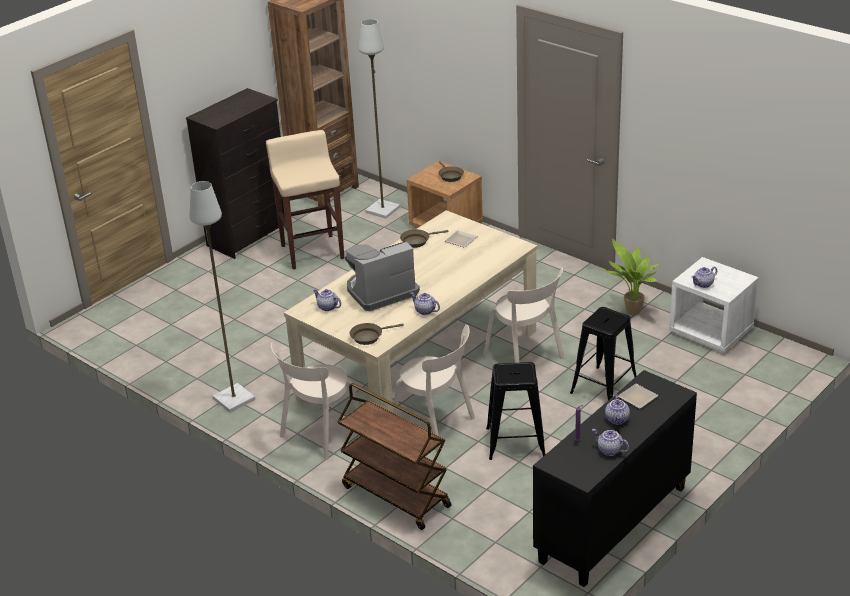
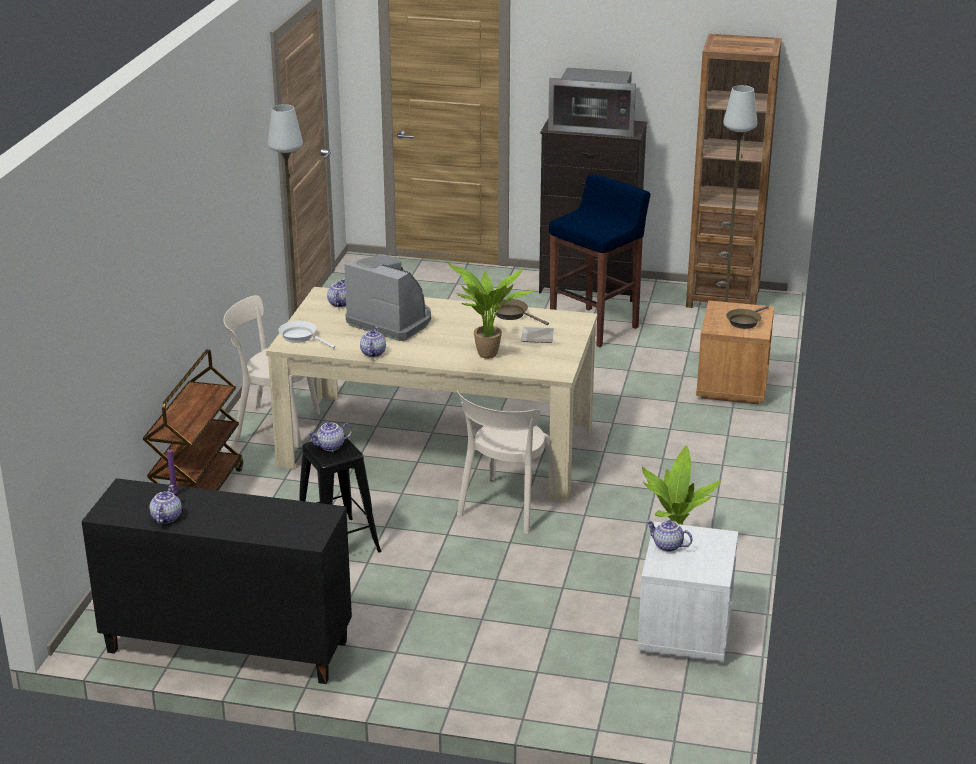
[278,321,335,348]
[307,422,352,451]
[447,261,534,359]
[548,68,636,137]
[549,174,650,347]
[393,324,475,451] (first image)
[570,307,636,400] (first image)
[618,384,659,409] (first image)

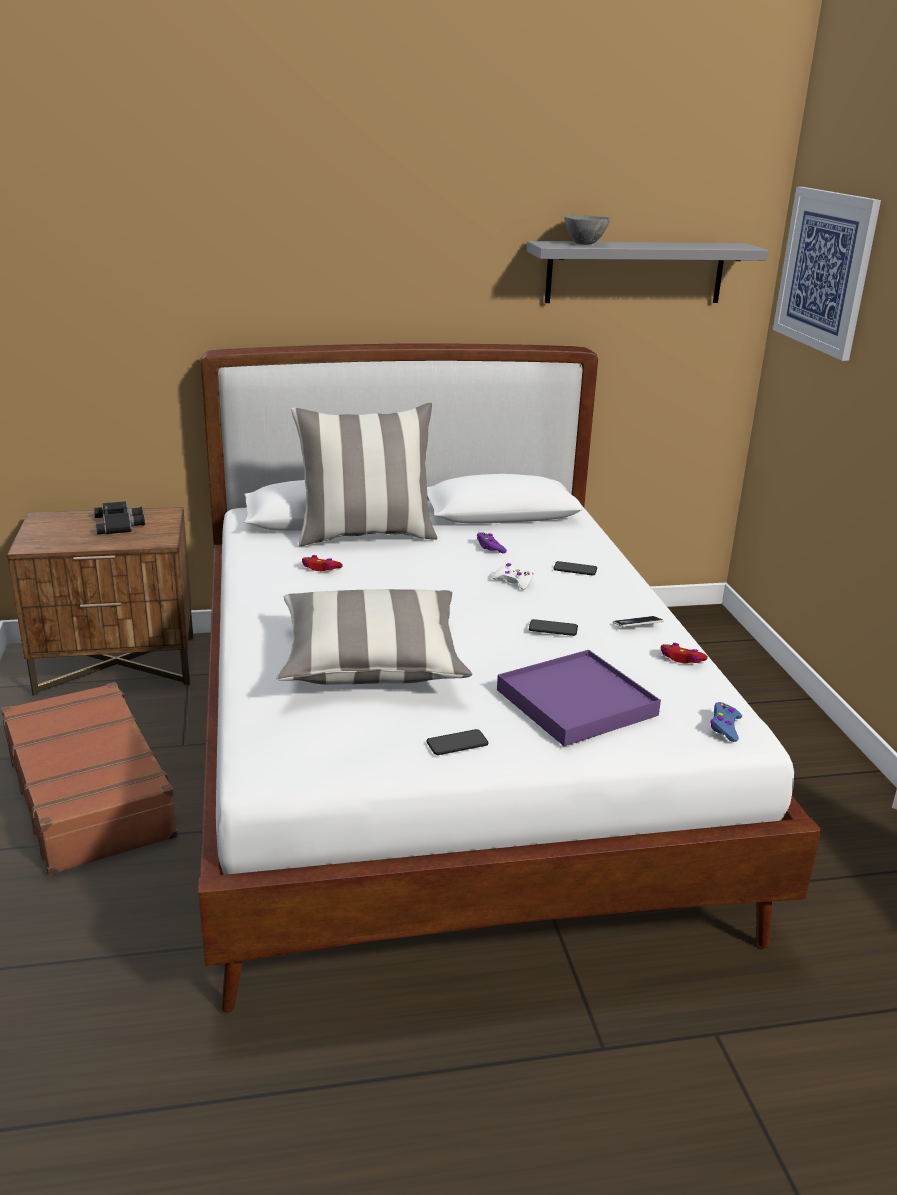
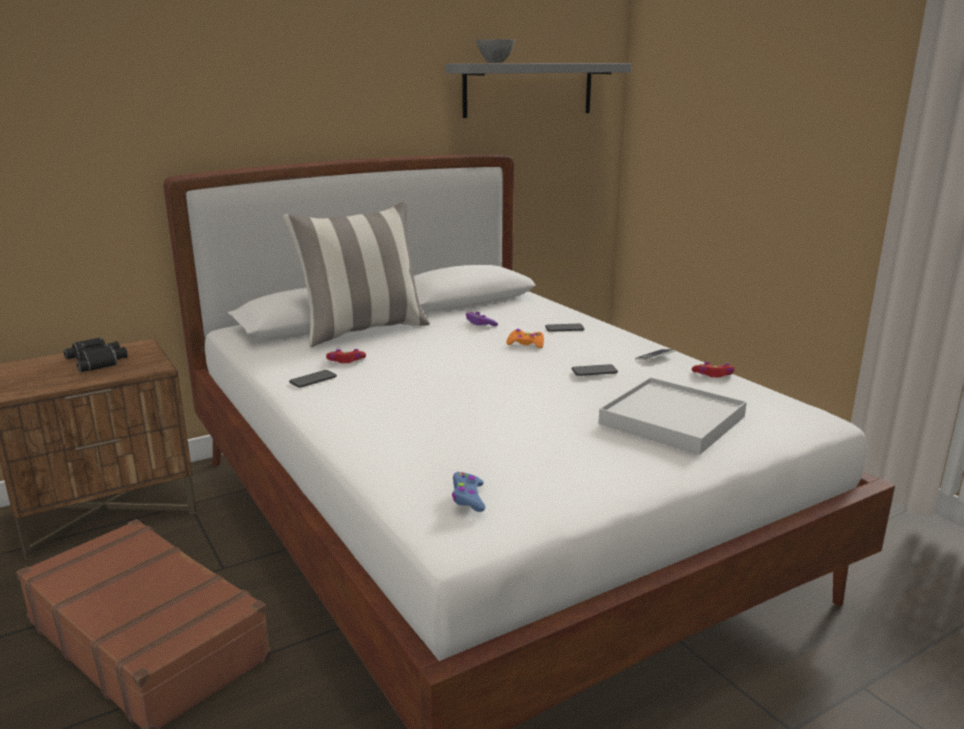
[289,370,337,388]
[452,472,485,512]
[506,329,544,348]
[598,377,747,455]
[277,589,472,685] (first image)
[773,187,881,361] (first image)

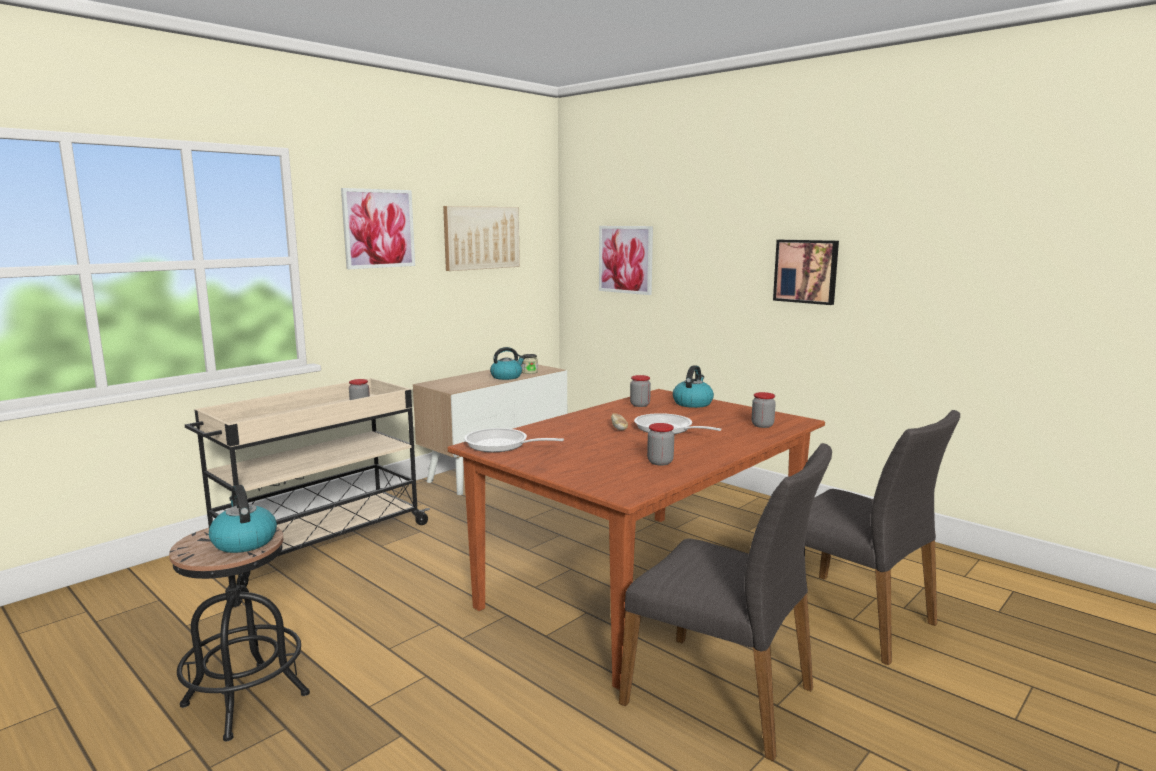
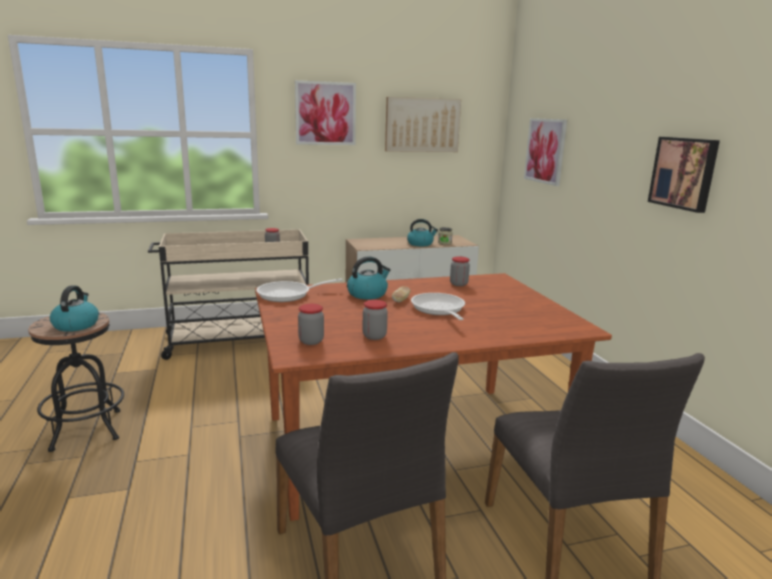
[256,278,343,302]
[298,304,324,345]
[347,256,391,299]

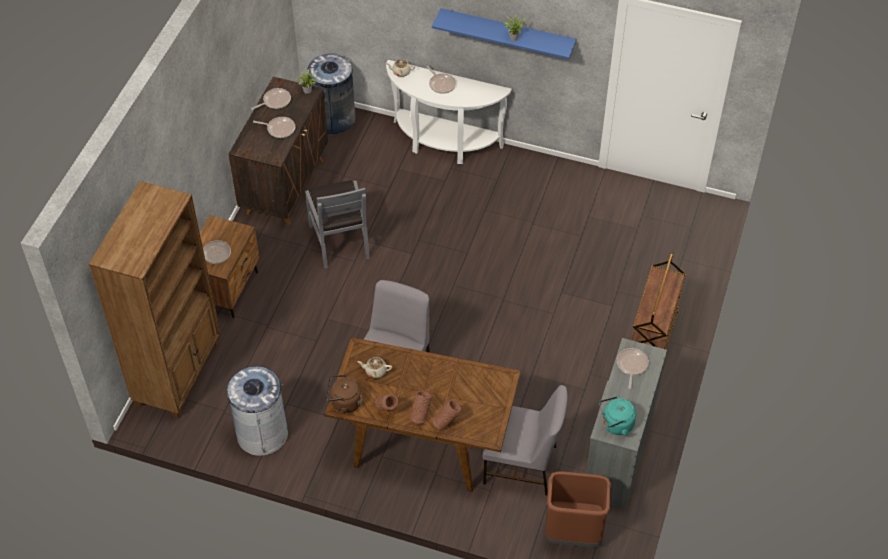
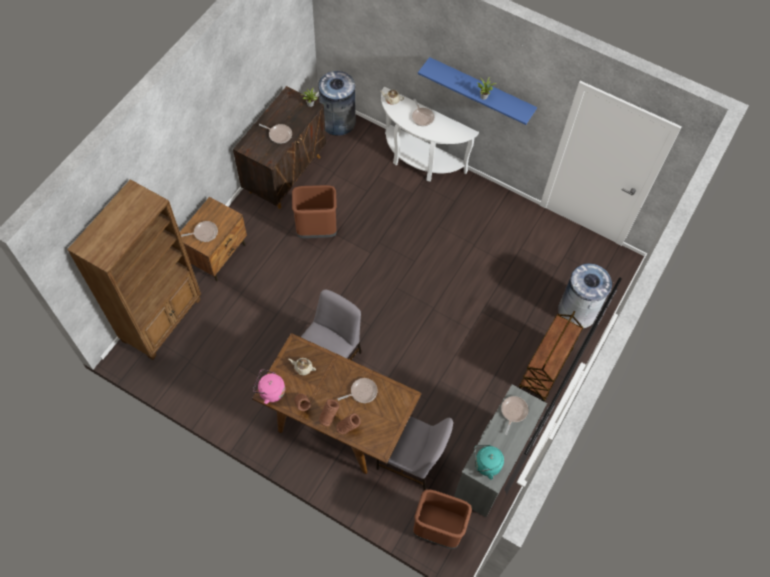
[253,369,285,404]
[292,185,337,238]
[338,378,378,403]
[558,263,614,328]

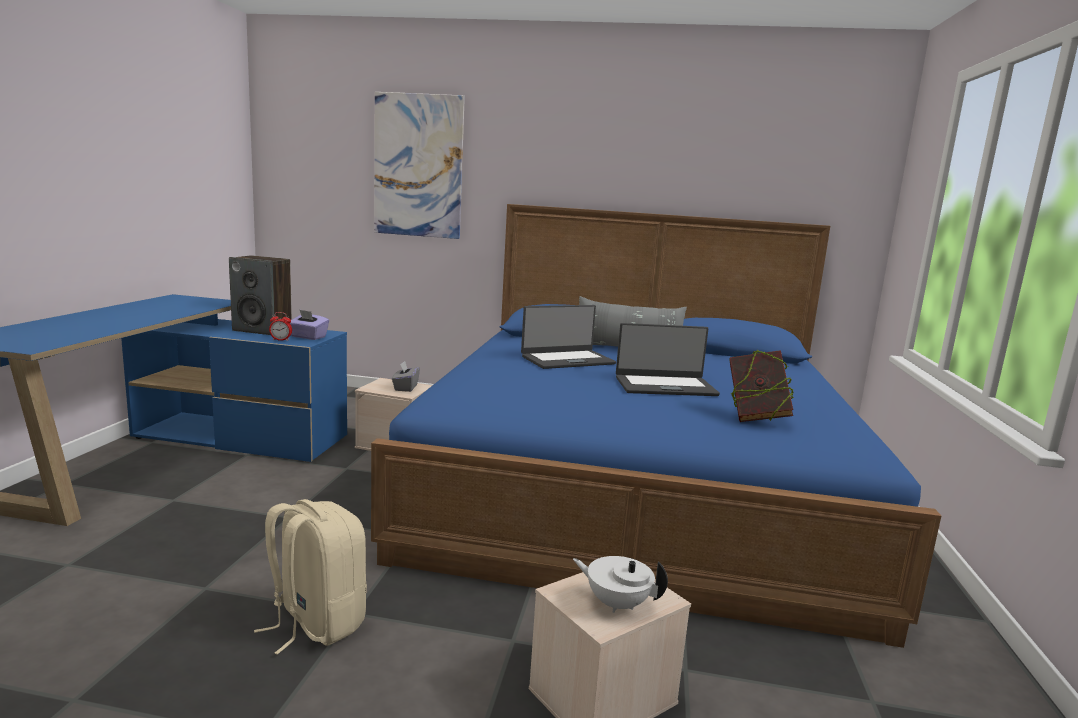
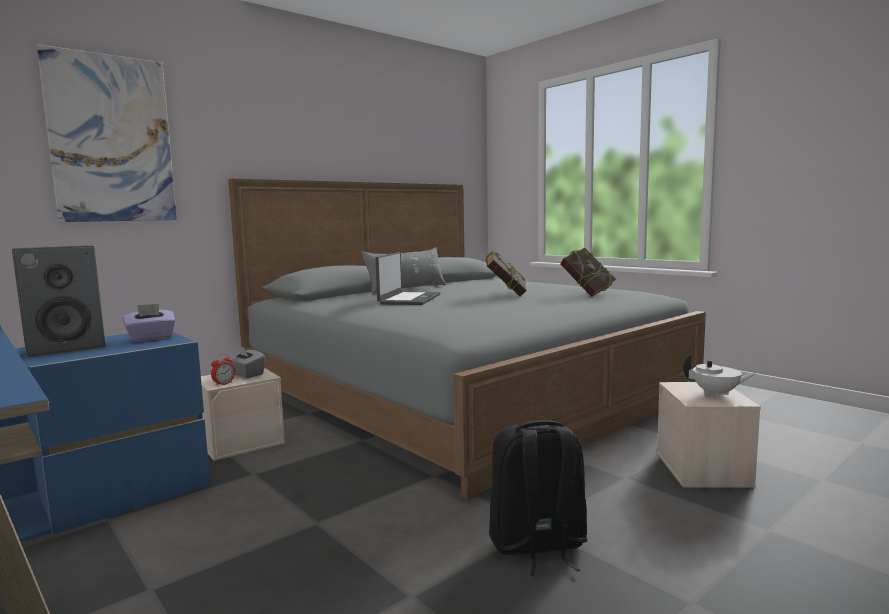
[211,353,235,386]
[228,178,706,500]
[485,249,527,296]
[489,420,588,576]
[683,354,756,397]

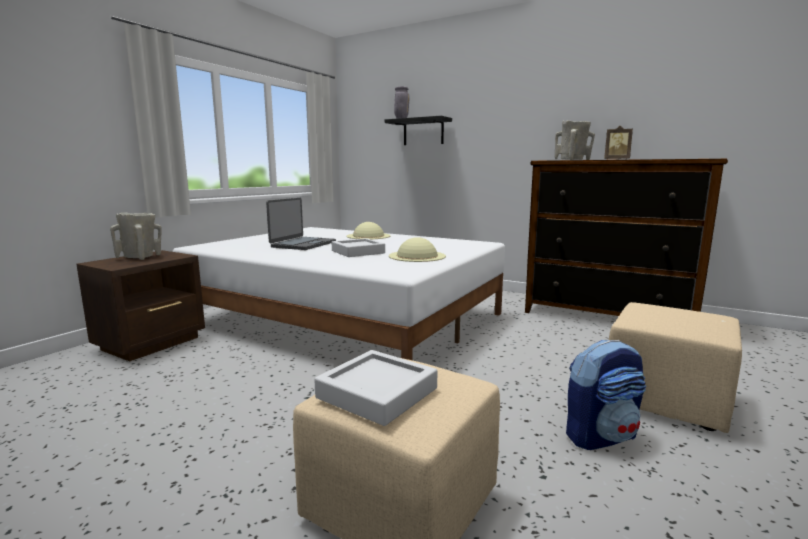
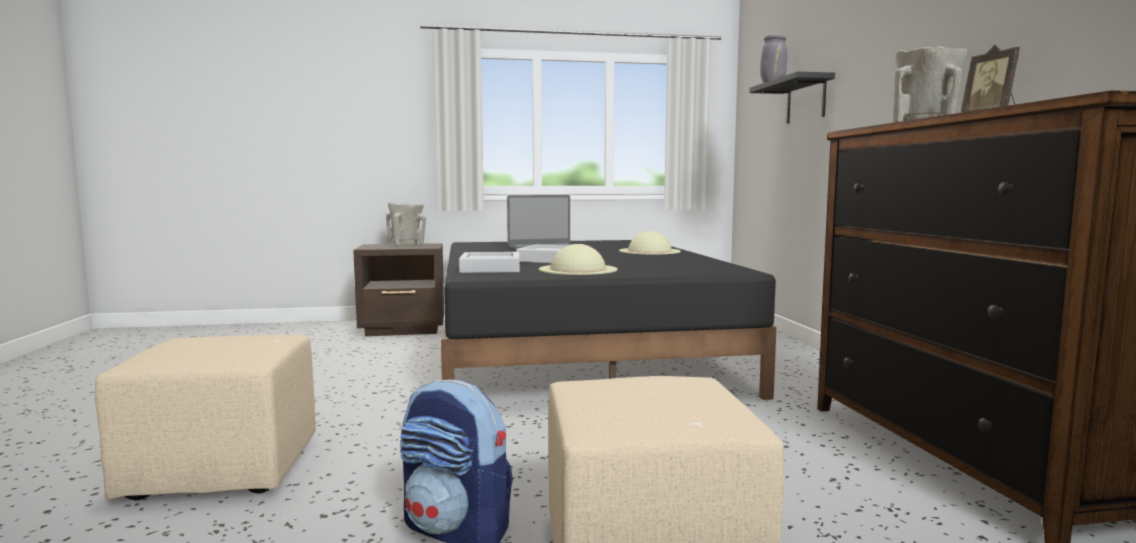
[441,240,777,400]
[459,252,520,273]

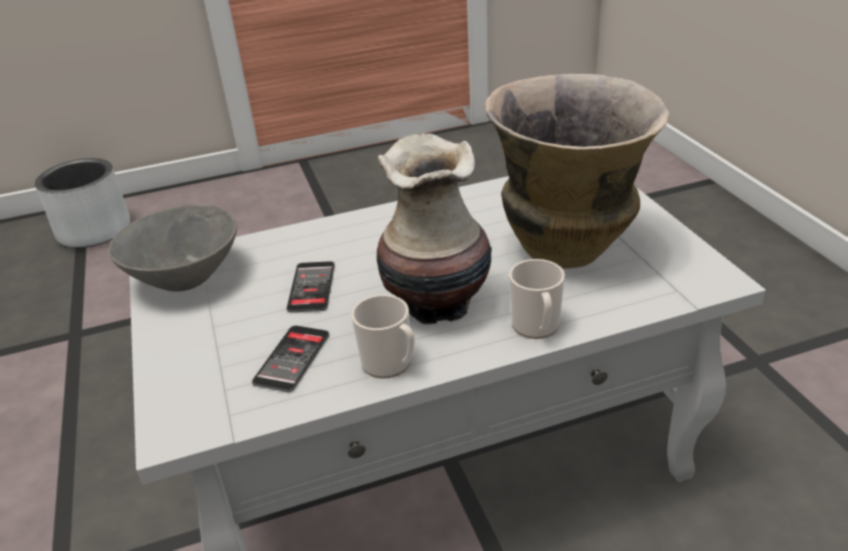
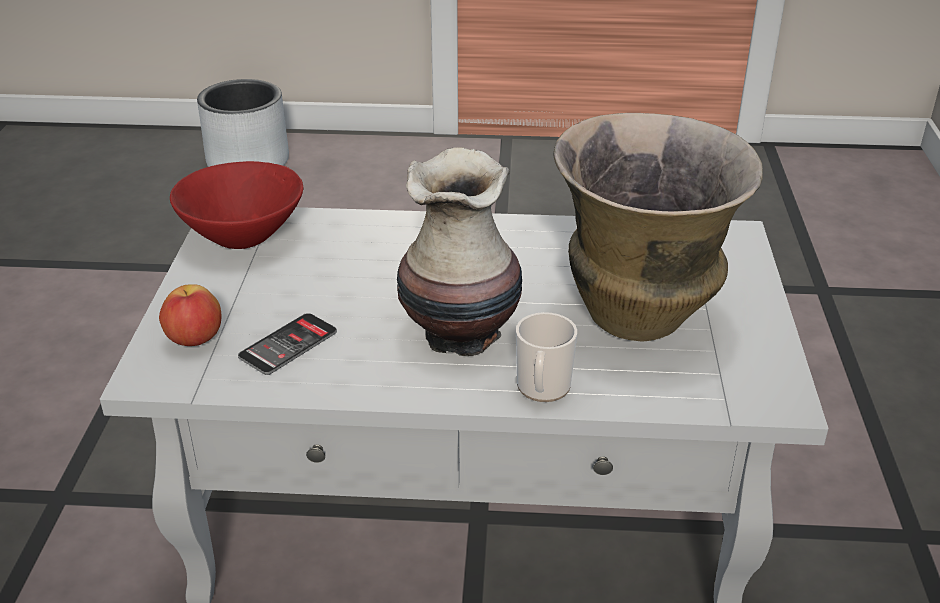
[159,284,221,346]
[170,161,303,249]
[287,261,335,312] (first image)
[351,295,415,378] (first image)

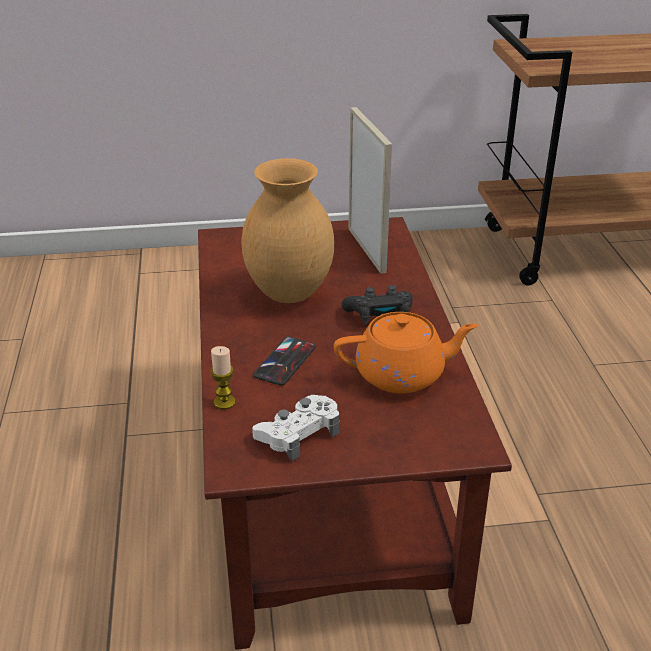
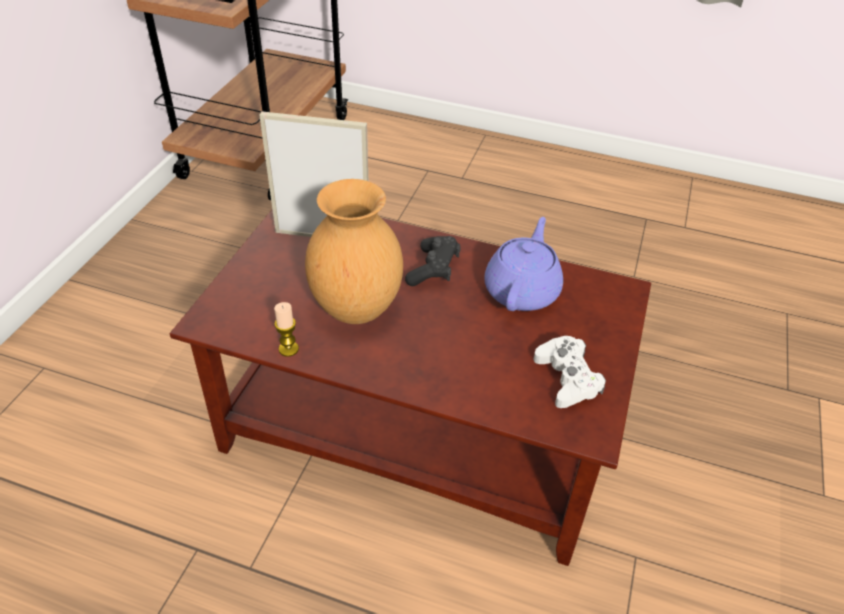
[274,302,299,357]
[484,217,563,311]
[253,337,316,386] (first image)

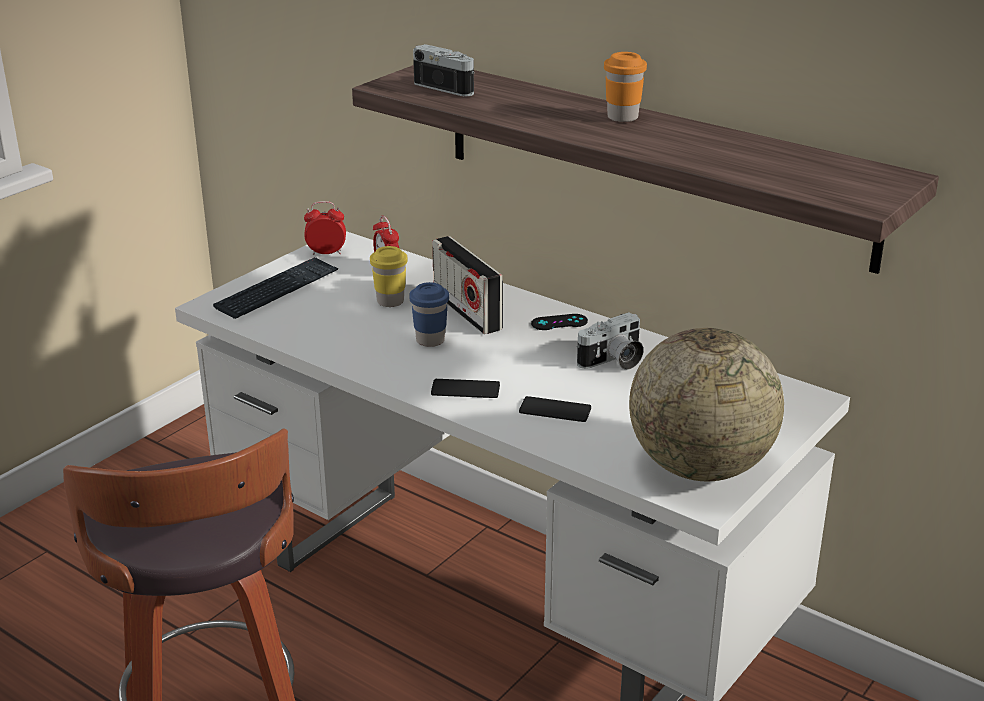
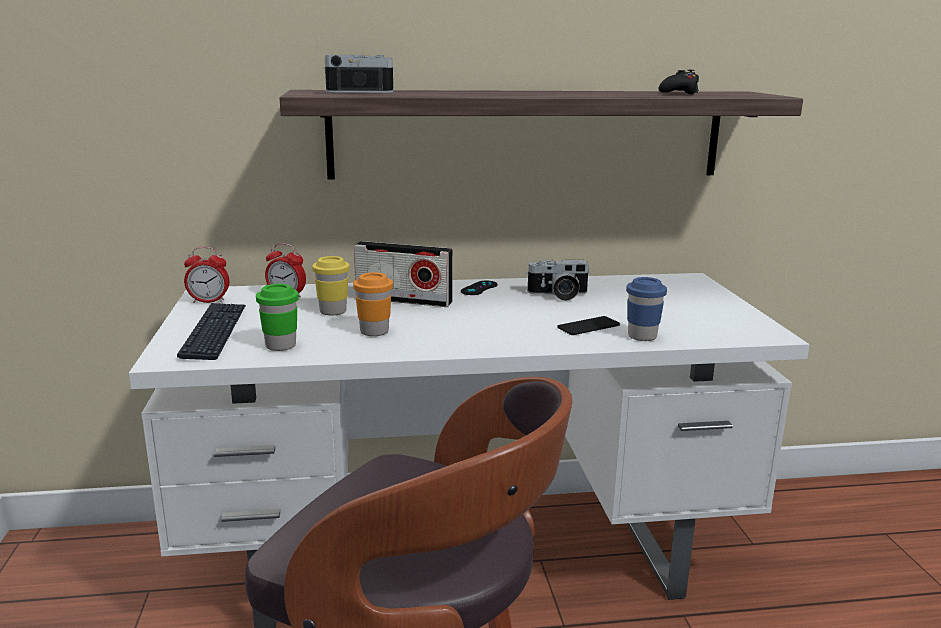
[184,247,229,303]
[256,284,299,351]
[353,272,393,336]
[526,260,590,301]
[626,277,667,341]
[658,70,699,95]
[431,379,500,398] (first image)
[629,328,784,481] (first image)

